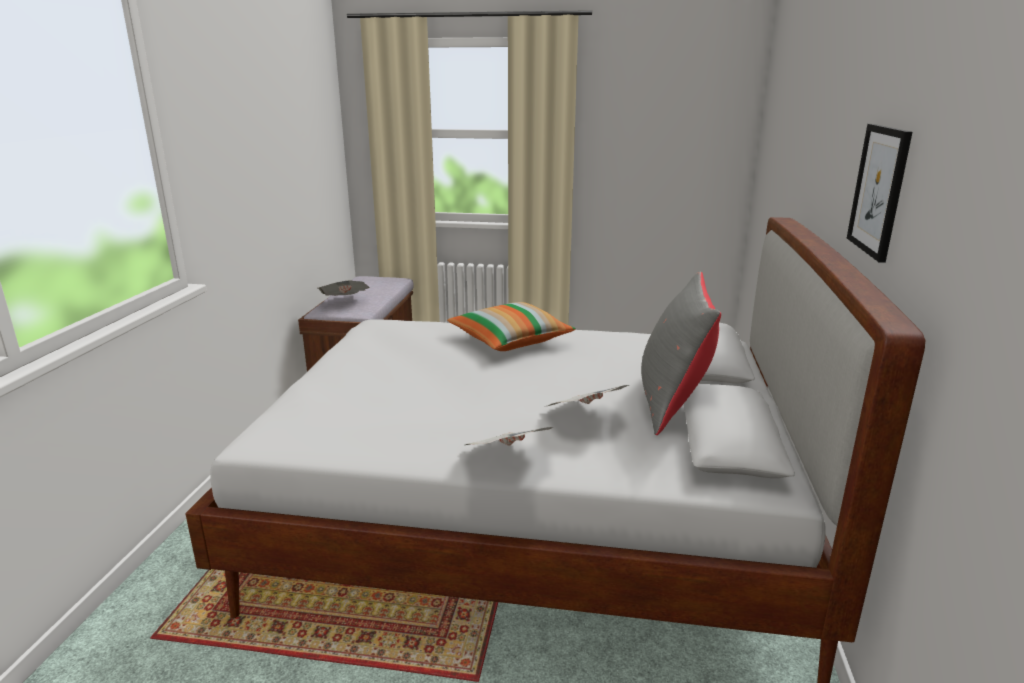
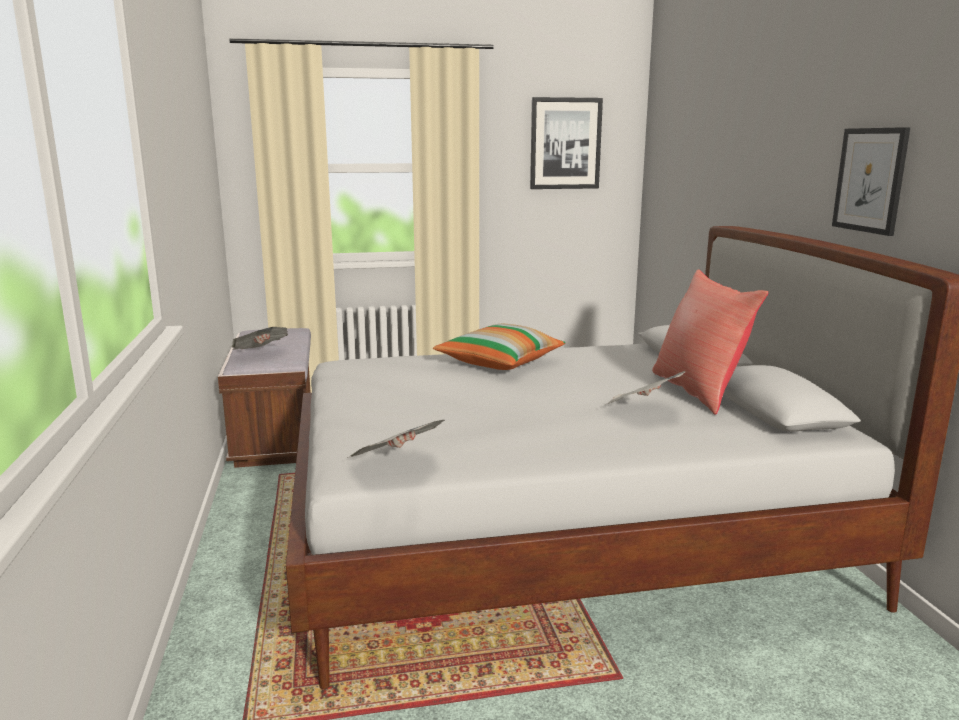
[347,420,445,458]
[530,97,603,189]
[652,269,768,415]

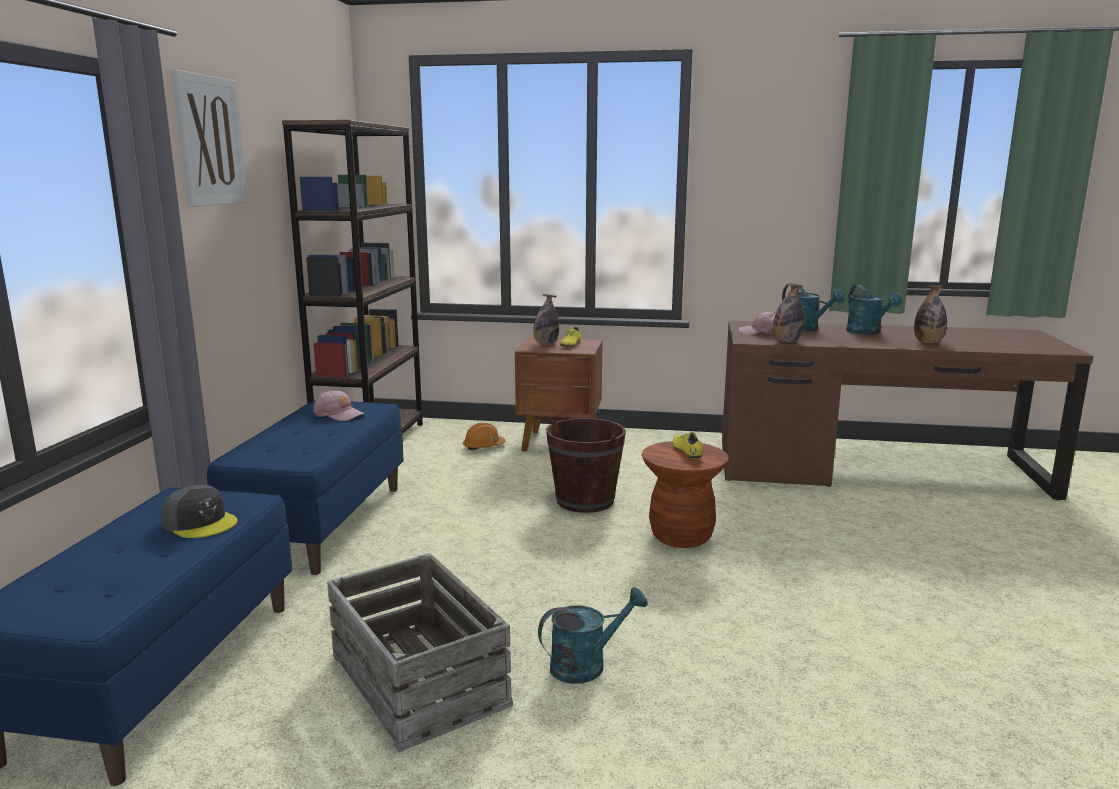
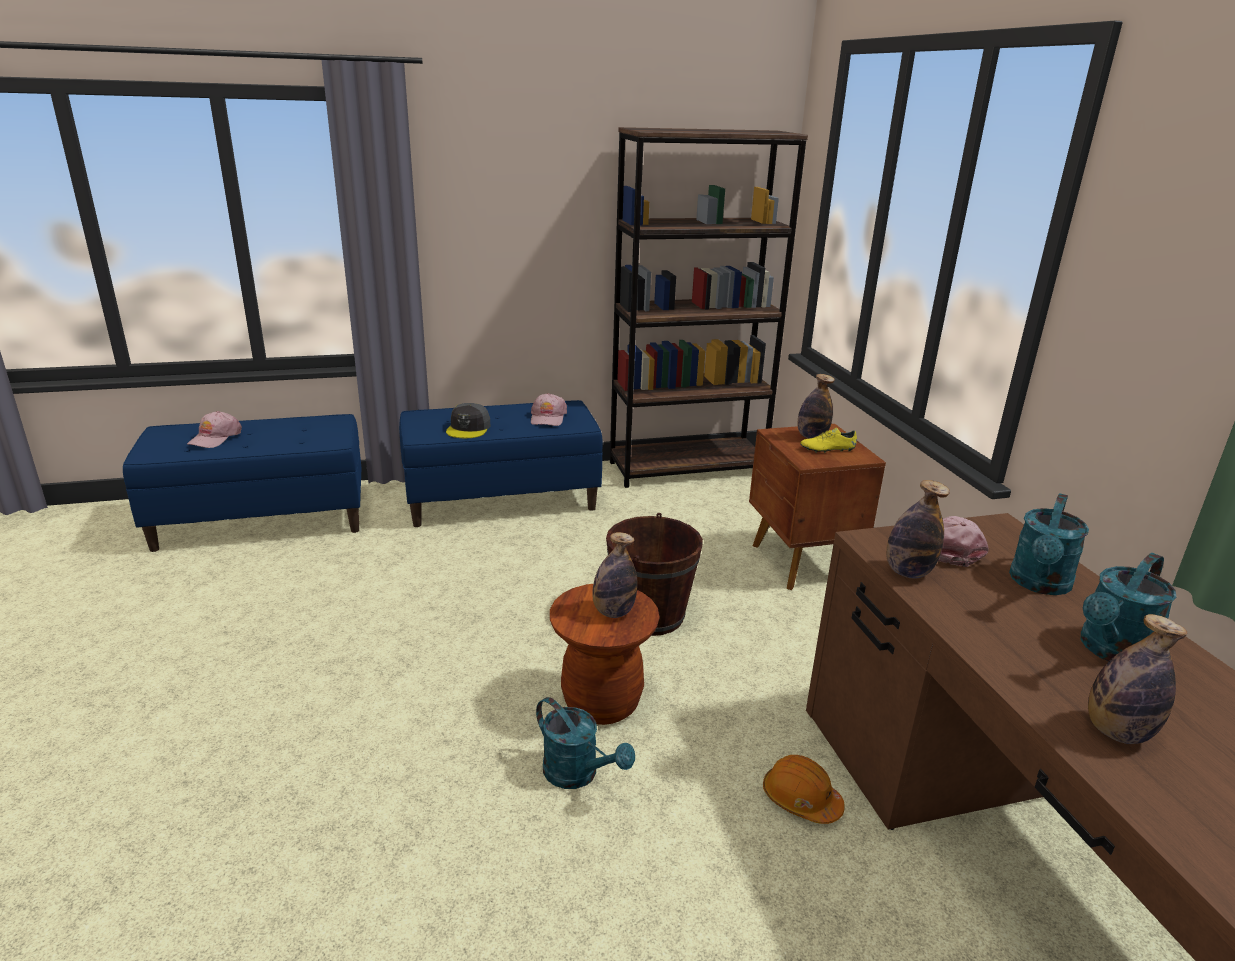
[187,411,242,448]
[446,403,490,438]
[536,697,635,789]
[592,532,637,618]
[763,755,845,824]
[171,69,248,207] (first image)
[327,553,513,752] (first image)

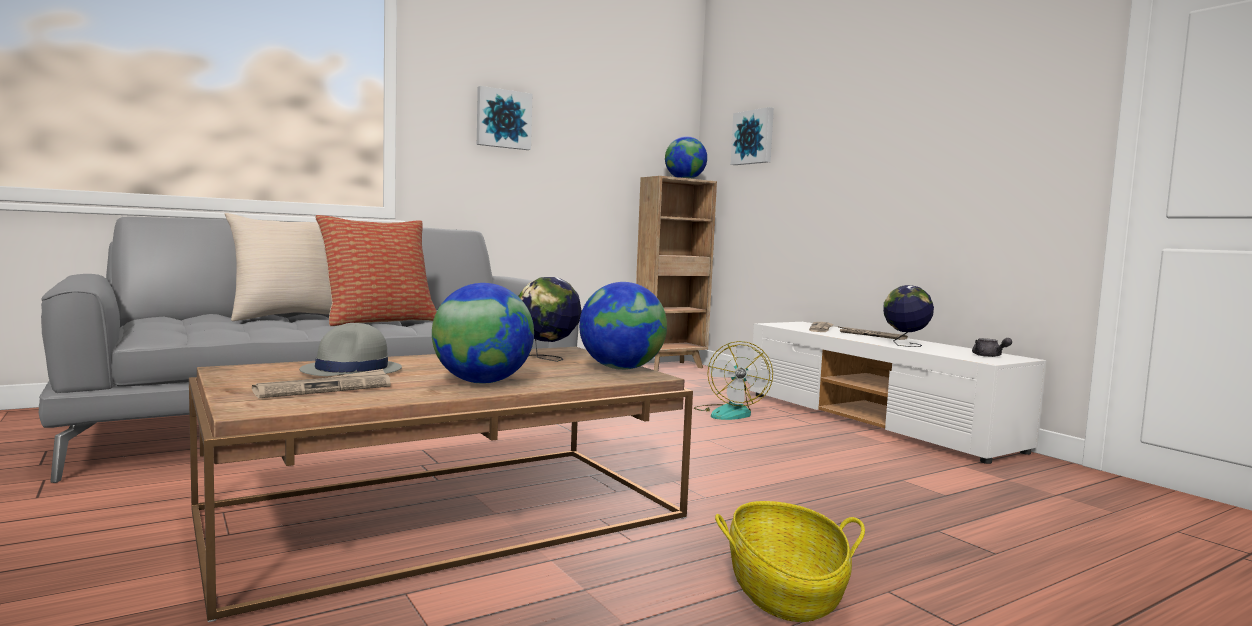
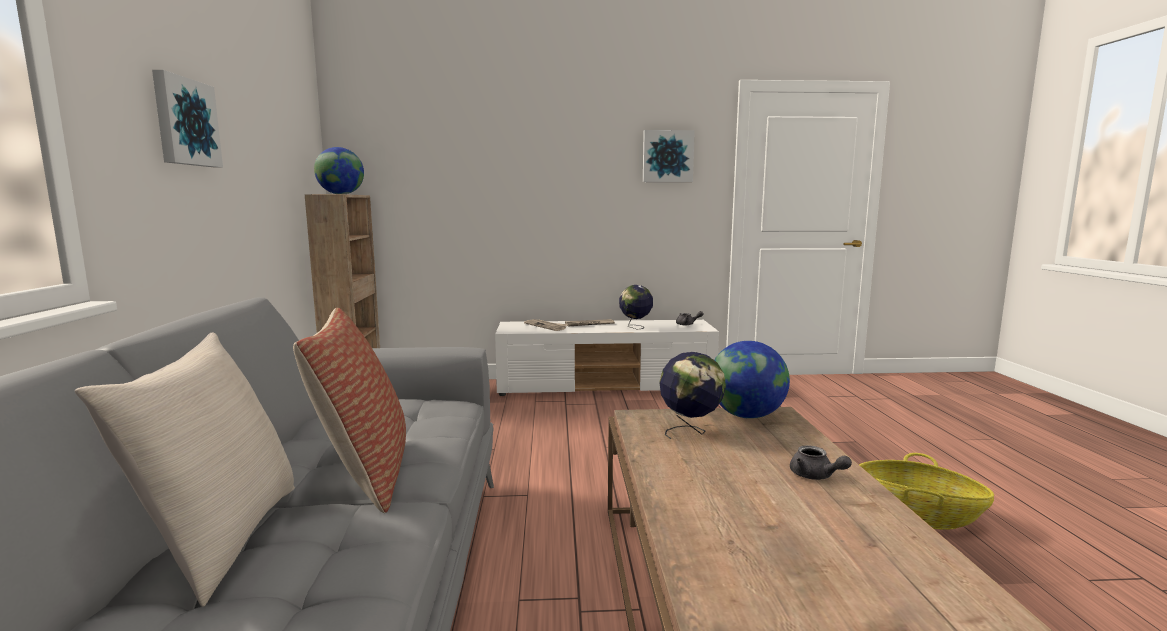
[643,130,695,182]
[790,446,852,480]
[252,369,391,398] (first image)
[299,323,402,376] (first image)
[694,341,773,420] (first image)

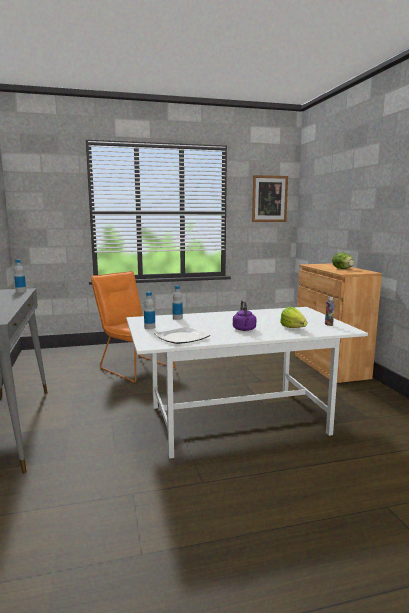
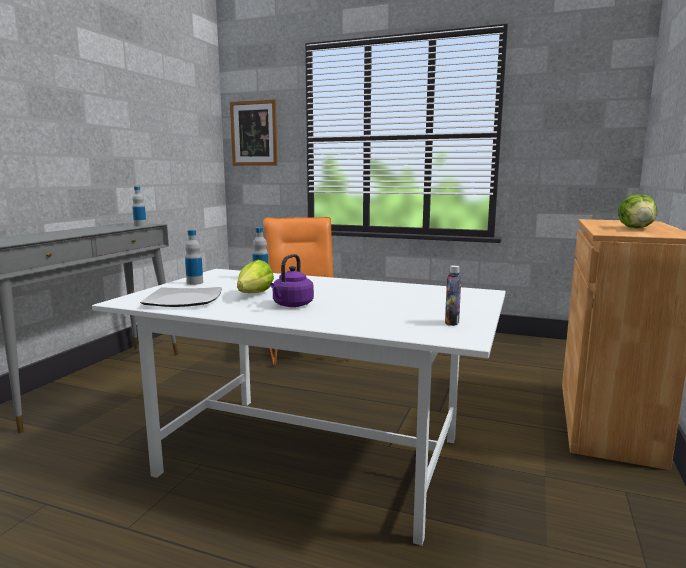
[230,99,278,166]
[237,260,274,293]

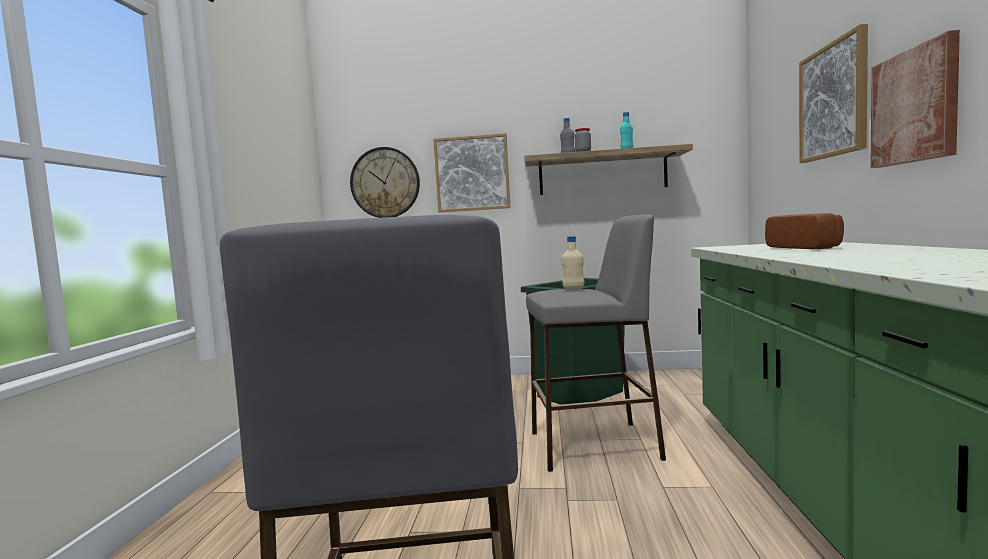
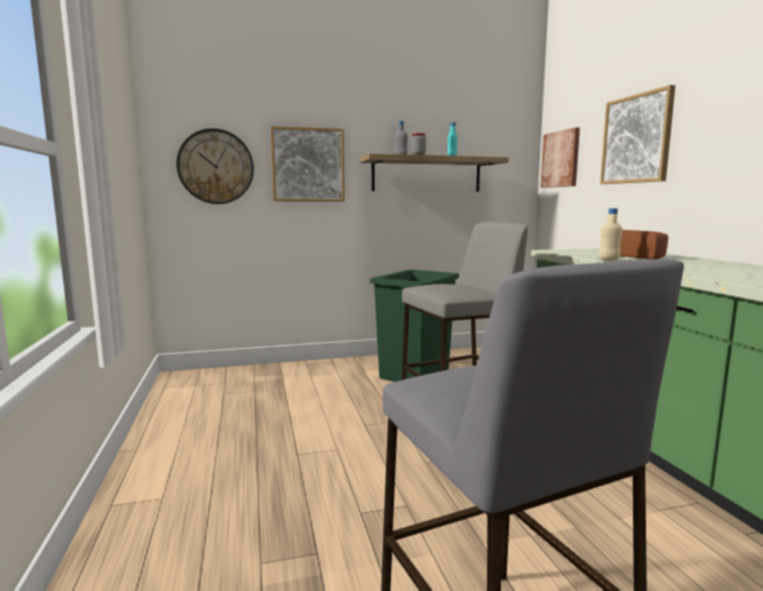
[540,127,580,188]
[599,208,622,260]

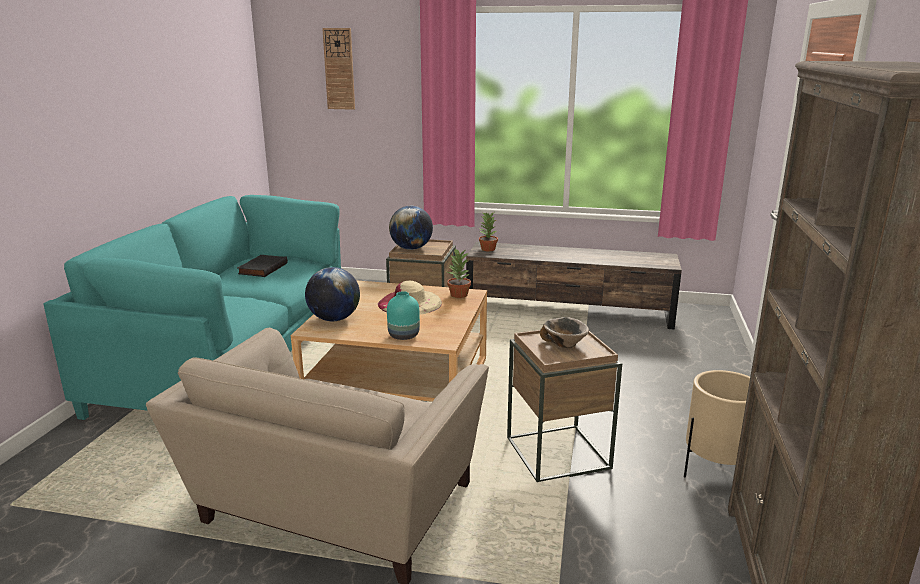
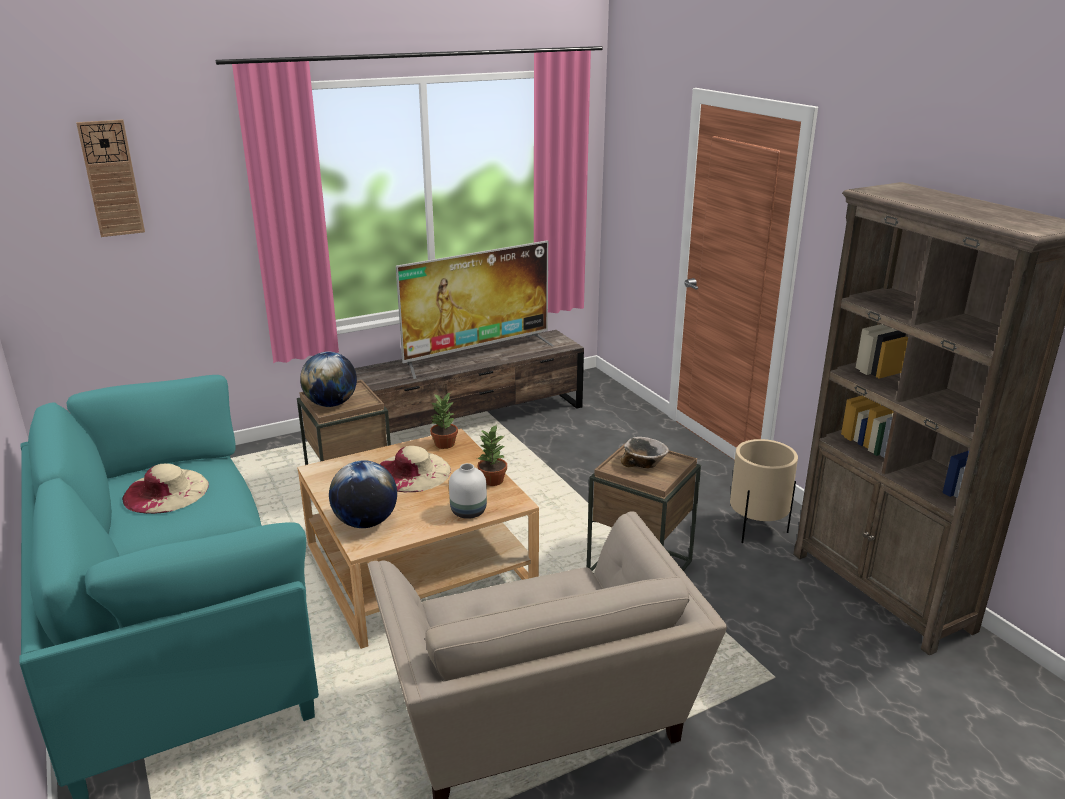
[122,464,209,514]
[396,241,554,379]
[449,463,487,519]
[477,426,507,486]

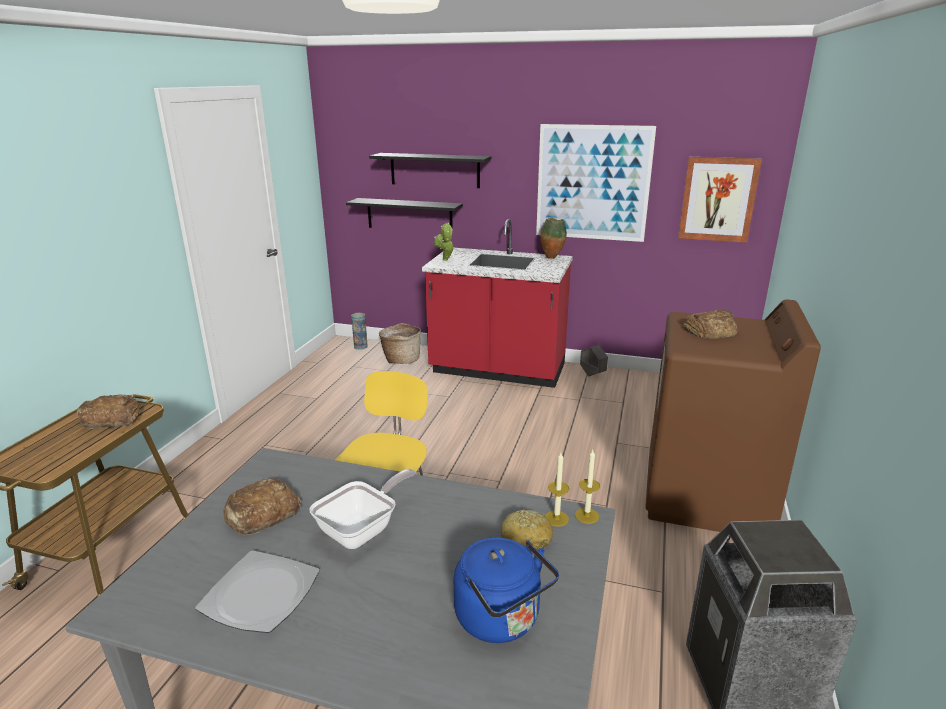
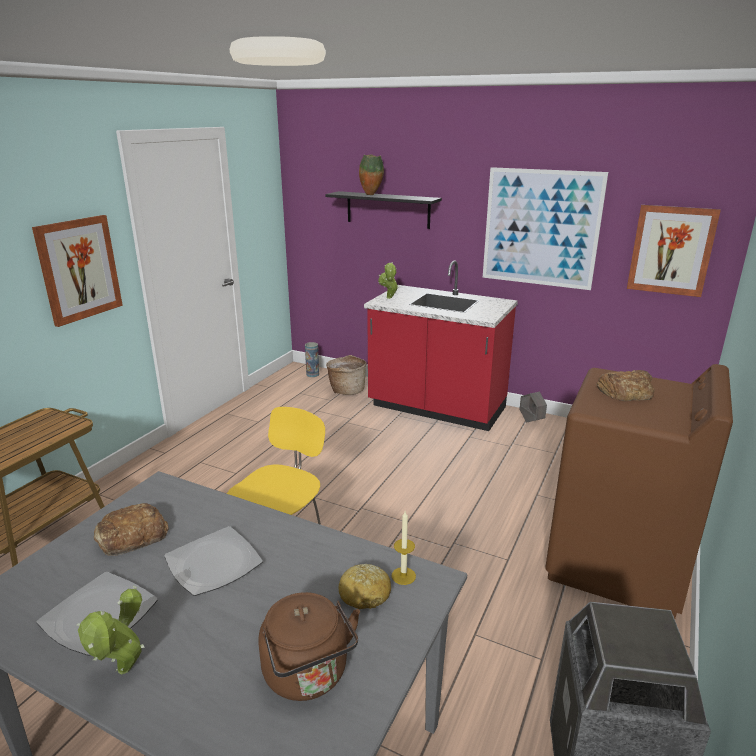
[32,215,123,327]
[77,586,145,674]
[164,526,263,596]
[259,592,360,701]
[359,154,384,195]
[77,394,139,429] (first image)
[346,198,463,233] (first image)
[575,450,600,524] (first image)

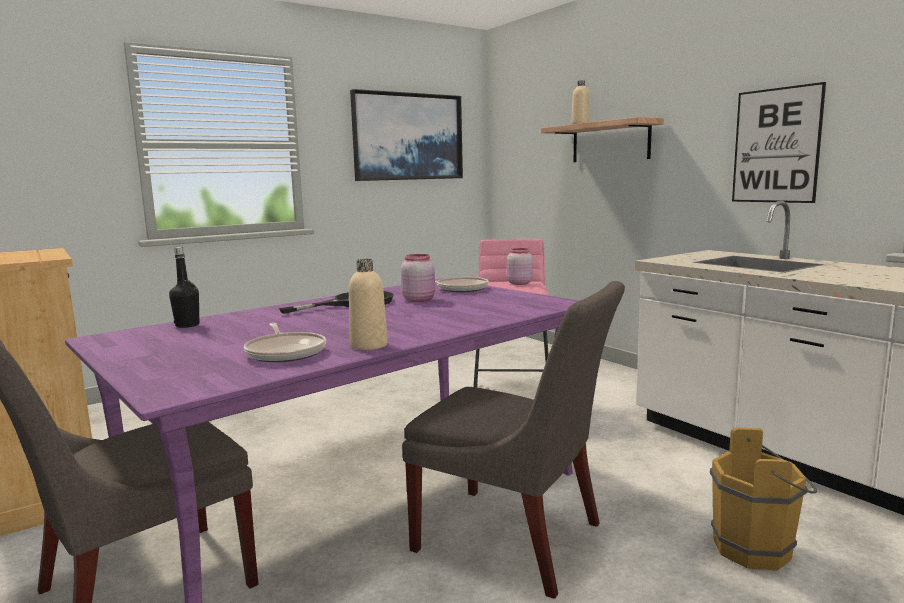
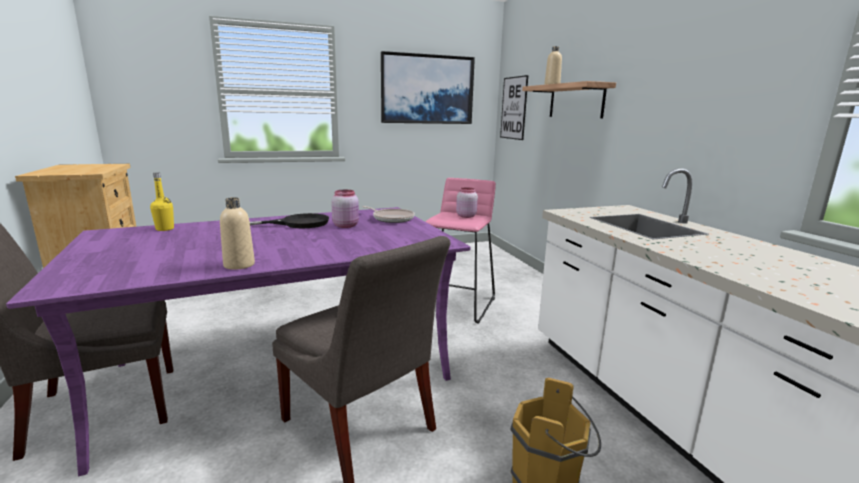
[150,173,174,231]
[500,75,528,140]
[244,323,326,362] (first image)

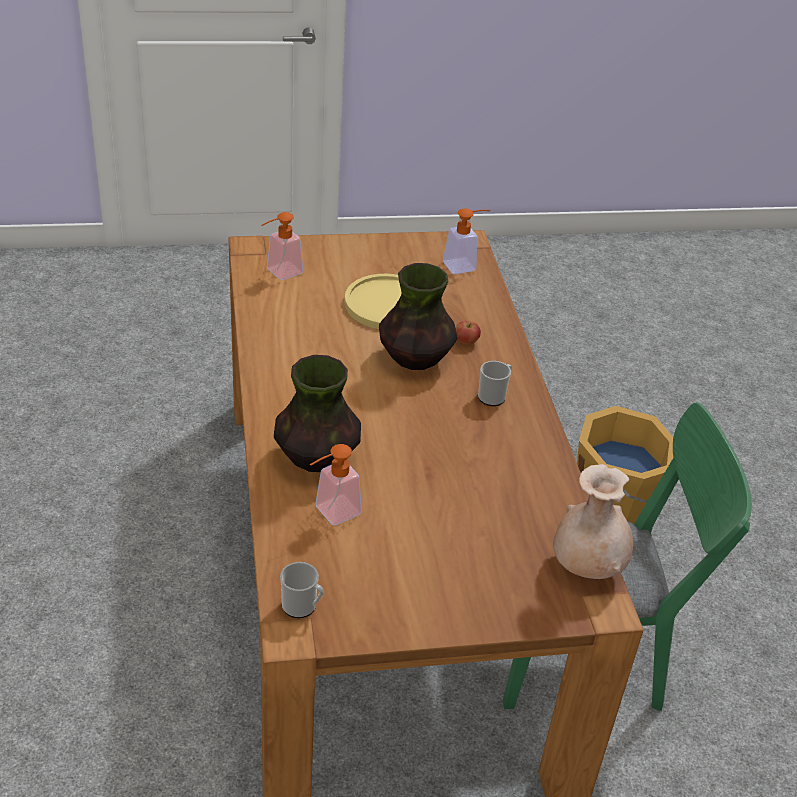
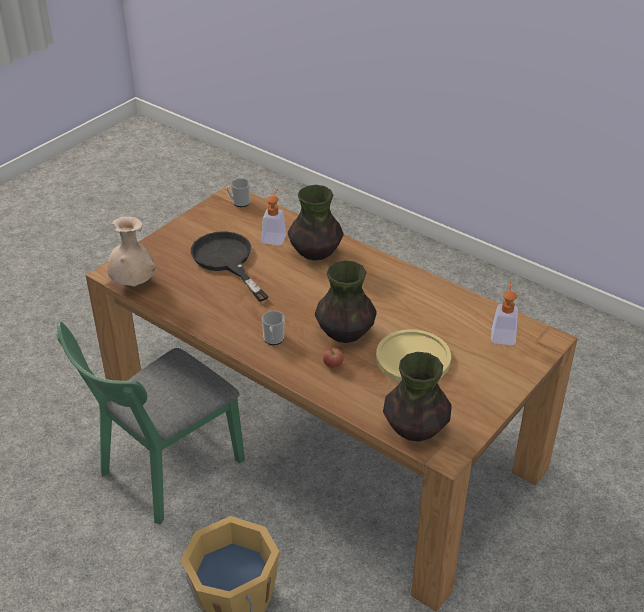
[191,231,269,302]
[383,352,452,442]

